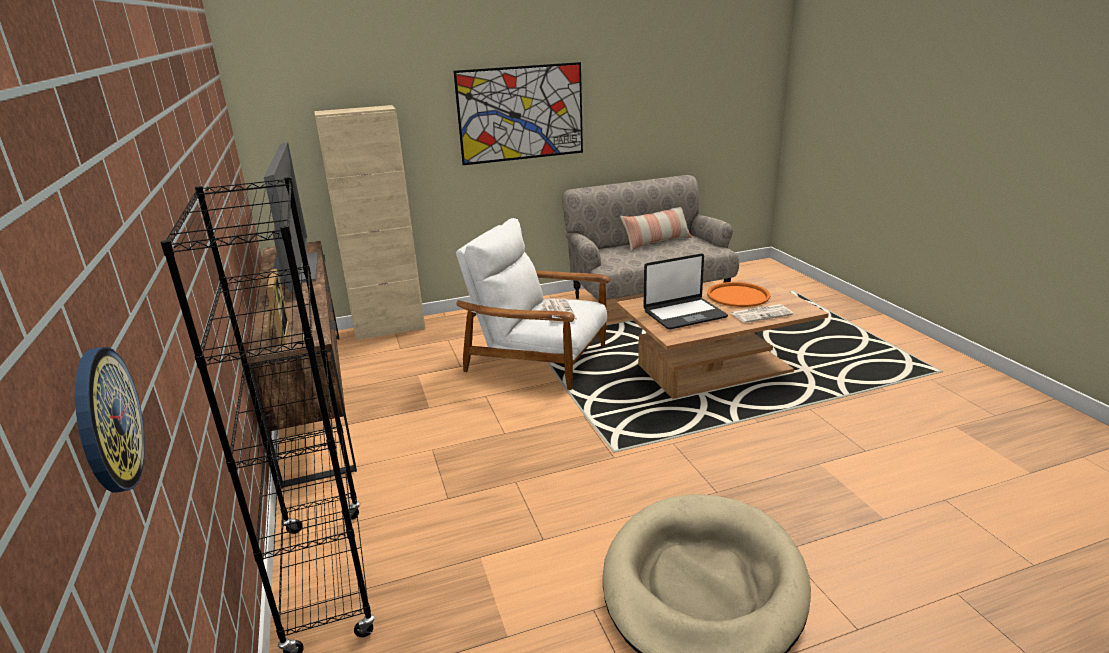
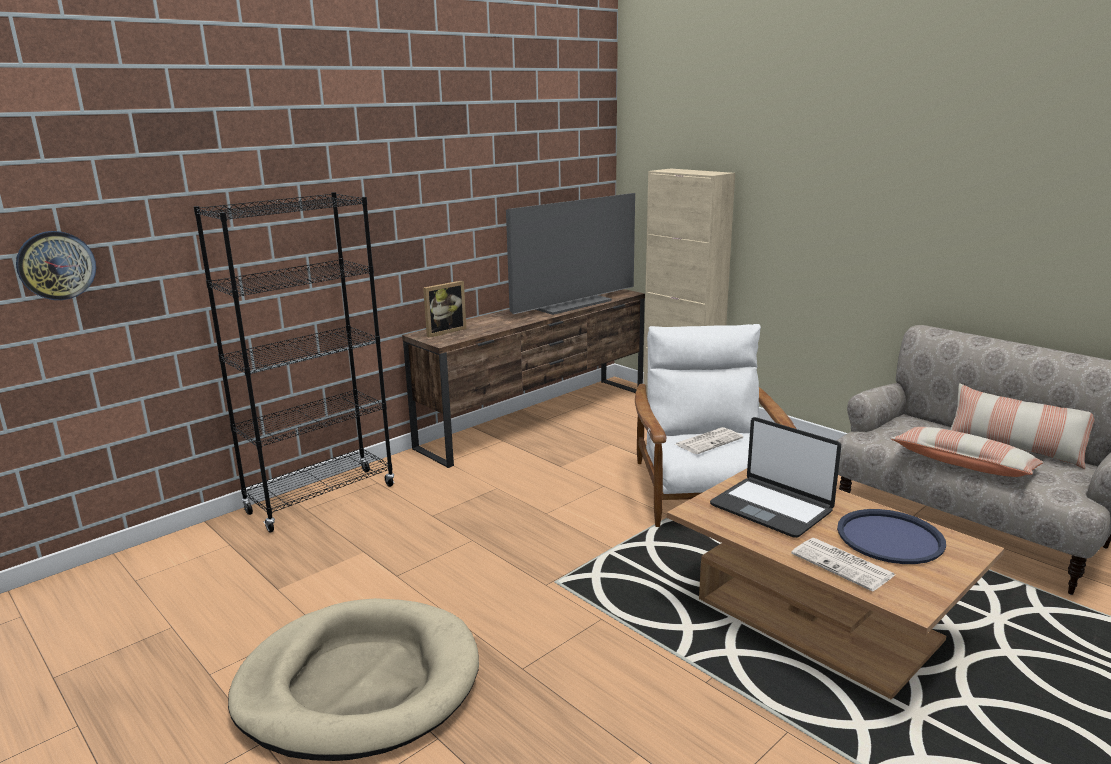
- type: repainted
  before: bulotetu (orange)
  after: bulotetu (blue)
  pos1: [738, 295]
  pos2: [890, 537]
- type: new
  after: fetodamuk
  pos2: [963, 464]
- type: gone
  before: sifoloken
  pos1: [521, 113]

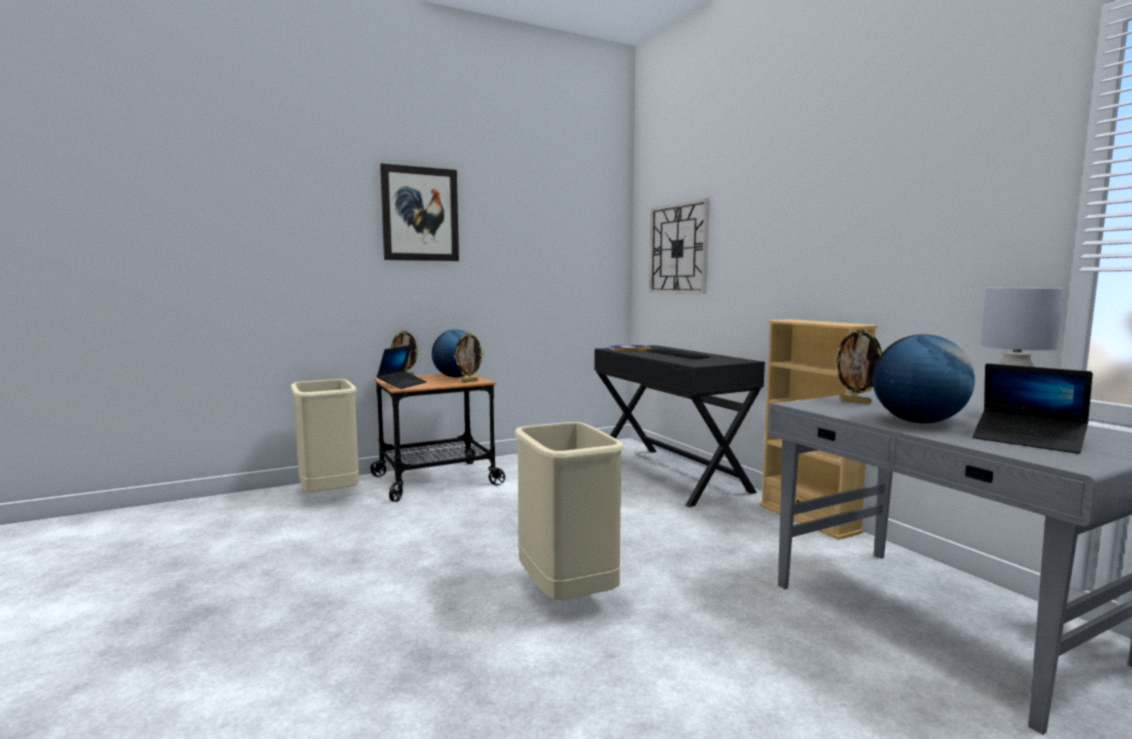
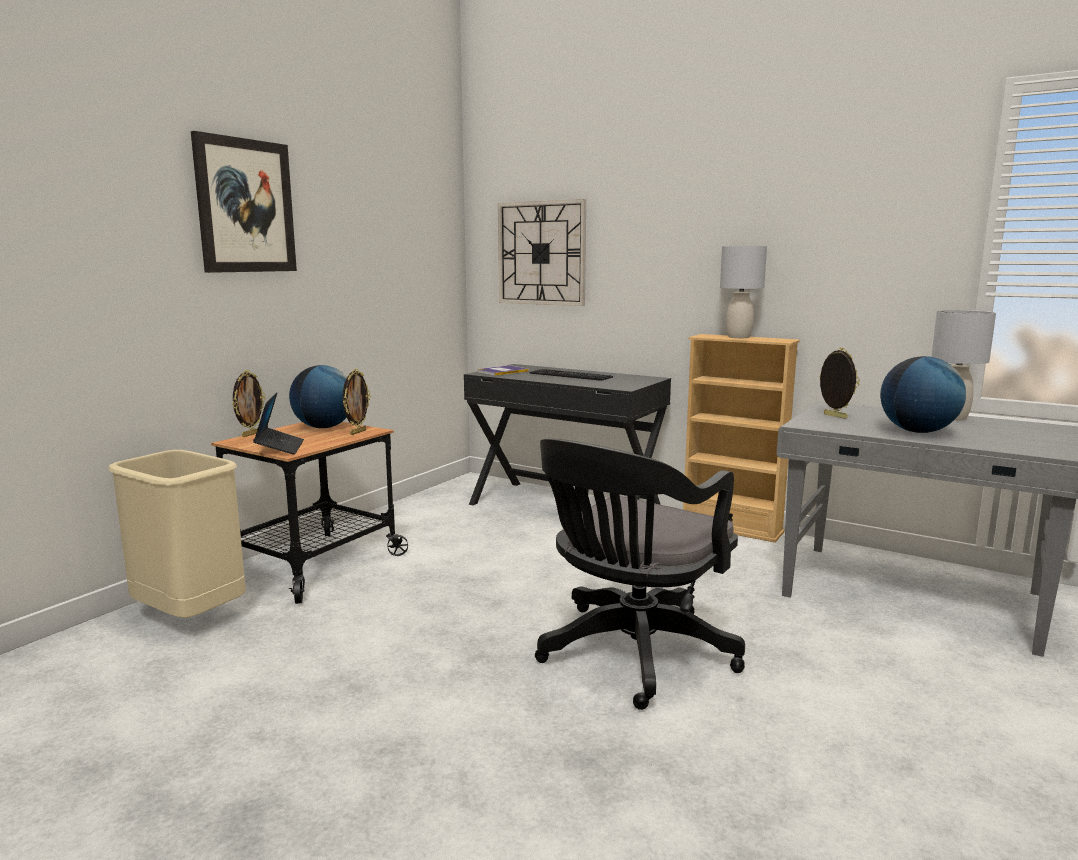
- type: swapped
  before: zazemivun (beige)
  after: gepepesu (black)
  pos1: [565, 595]
  pos2: [631, 655]
- type: new
  after: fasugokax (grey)
  pos2: [738, 337]
- type: rotated
  before: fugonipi
  pos1: [856, 402]
  pos2: [834, 416]
  turn: -135
- type: gone
  before: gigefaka
  pos1: [1028, 440]

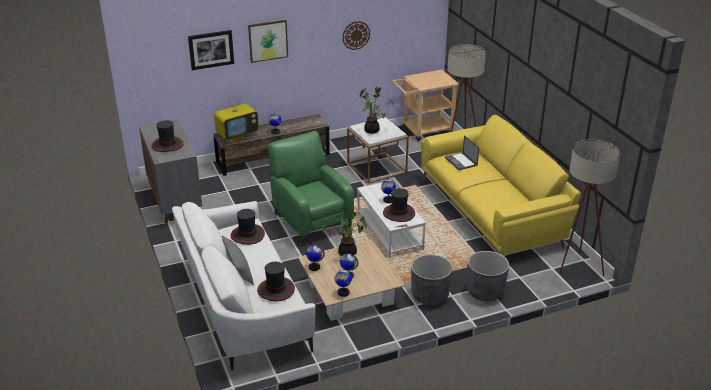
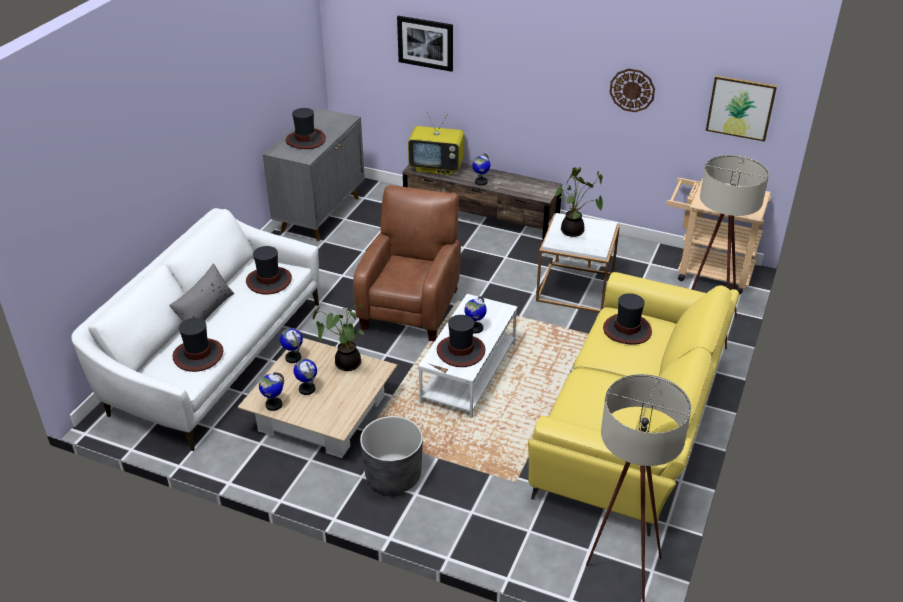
- type: repainted
  before: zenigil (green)
  after: zenigil (brown)
  pos1: [310, 219]
  pos2: [412, 306]
- type: swapped
  before: gigefaka
  after: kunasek
  pos1: [461, 161]
  pos2: [627, 330]
- type: shifted
  before: sifoloken
  pos1: [268, 40]
  pos2: [740, 107]
- type: gone
  before: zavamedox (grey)
  pos1: [485, 291]

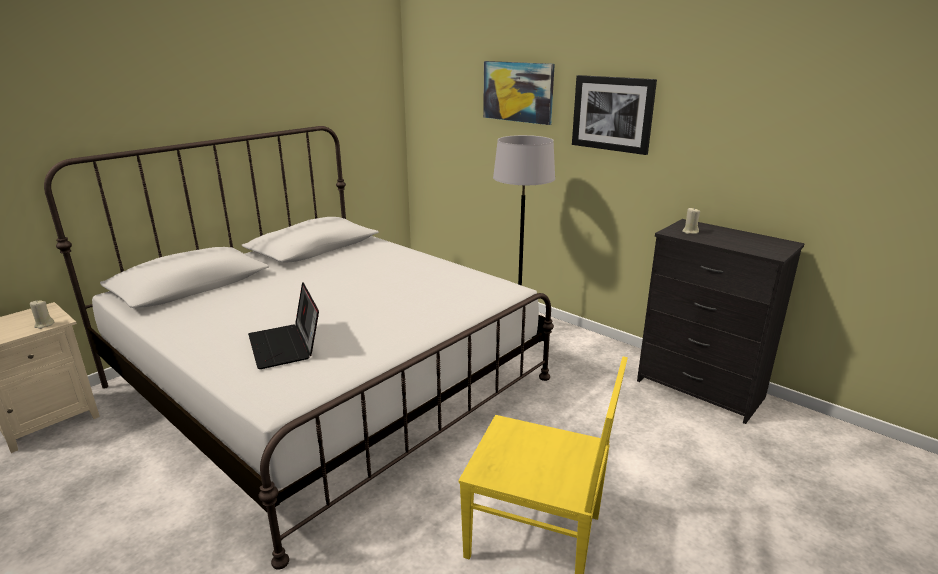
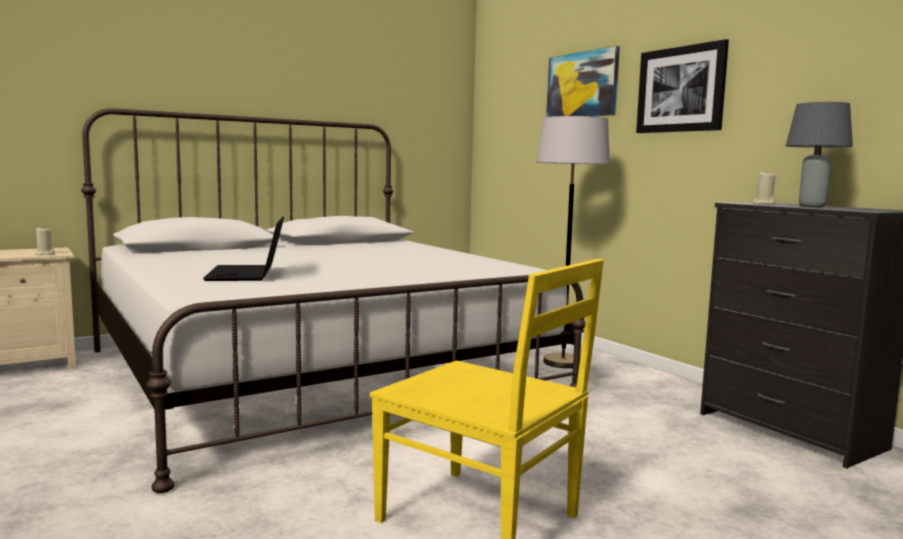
- type: new
  after: fasugokax (grey)
  pos2: [812, 206]

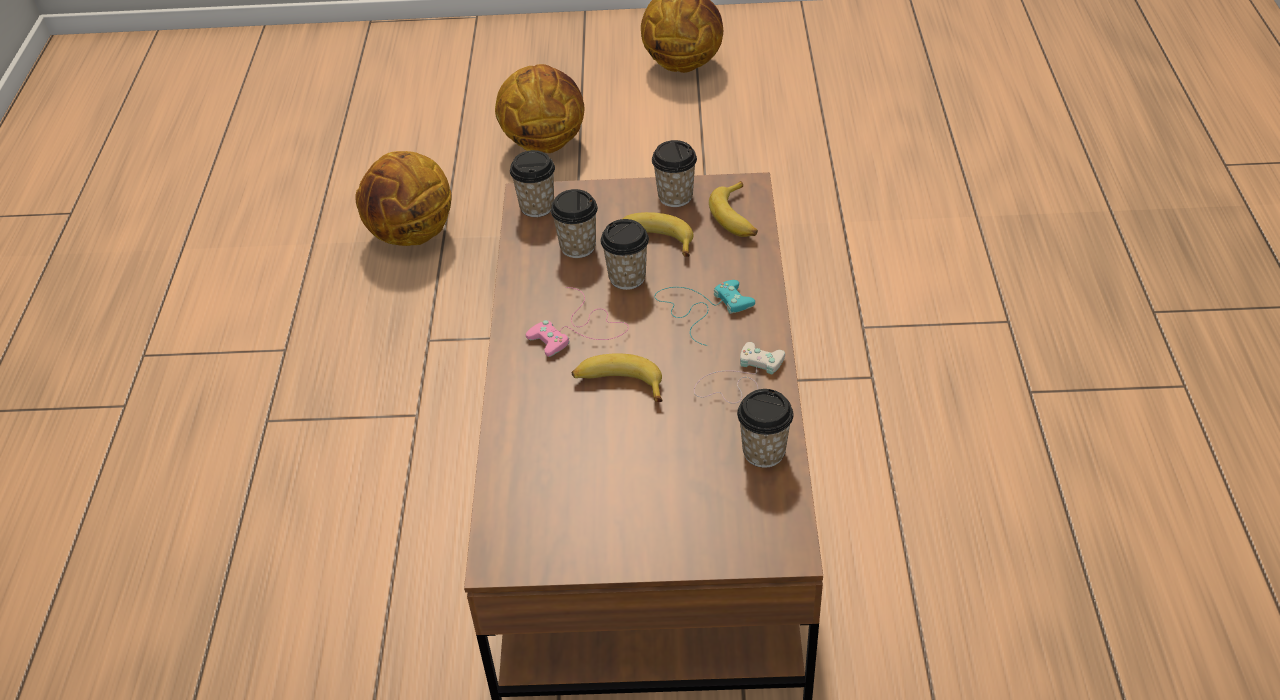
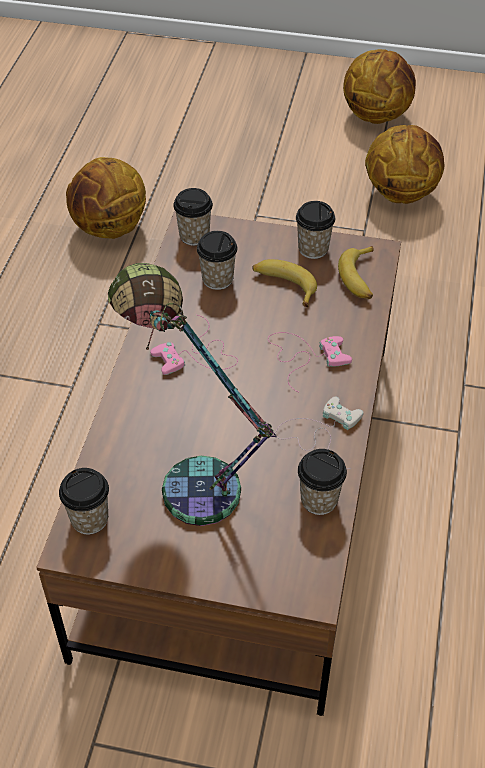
- type: shifted
  before: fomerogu
  pos1: [627, 278]
  pos2: [89, 519]
- type: new
  after: fasugokax
  pos2: [191, 475]
- type: repainted
  before: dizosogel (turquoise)
  after: dizosogel (pink)
  pos1: [701, 308]
  pos2: [305, 356]
- type: shifted
  before: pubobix
  pos1: [544, 143]
  pos2: [401, 193]
- type: gone
  before: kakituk
  pos1: [618, 384]

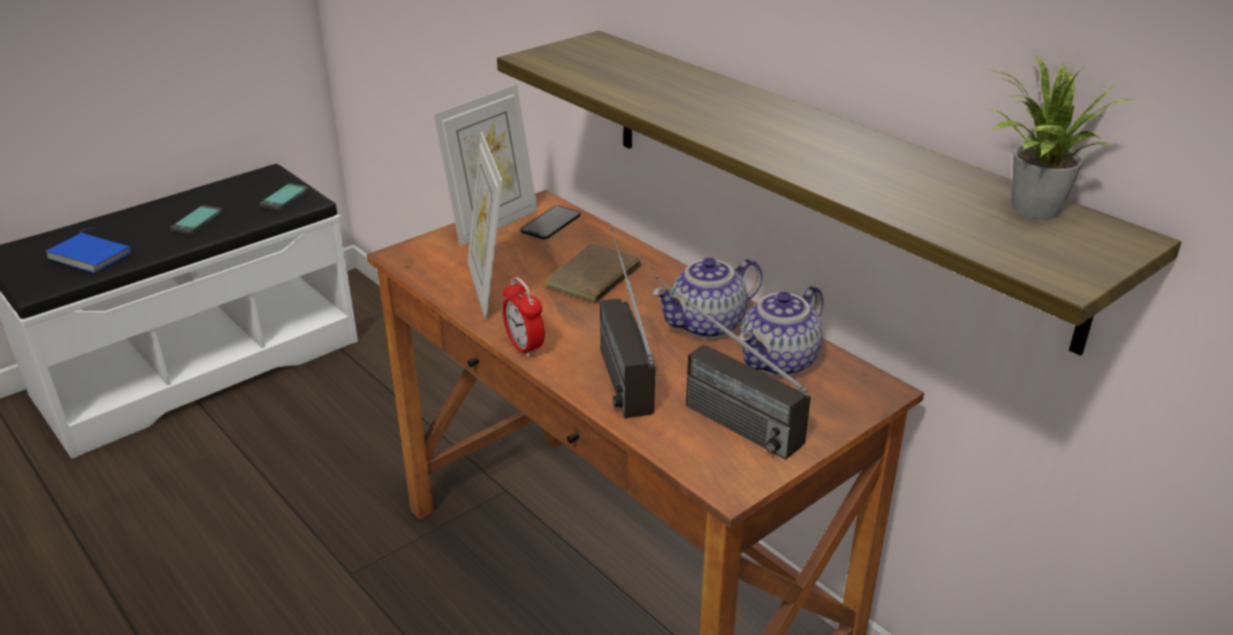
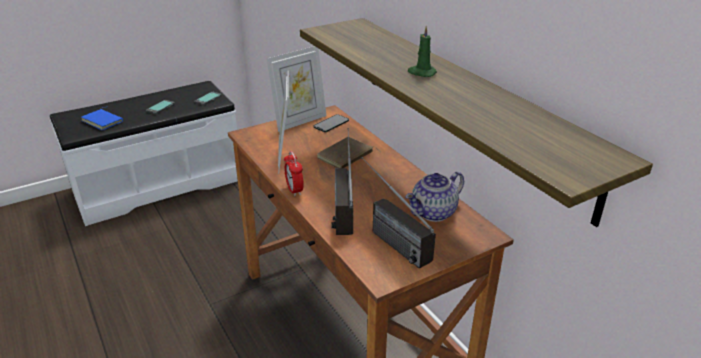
- type: new
  after: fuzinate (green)
  pos2: [421, 73]
- type: gone
  before: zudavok
  pos1: [707, 326]
- type: gone
  before: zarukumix
  pos1: [1029, 208]

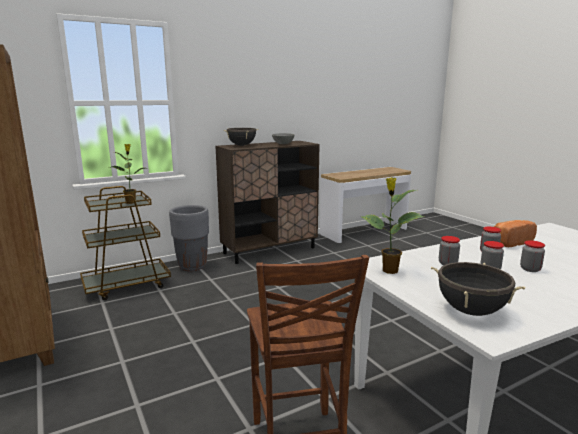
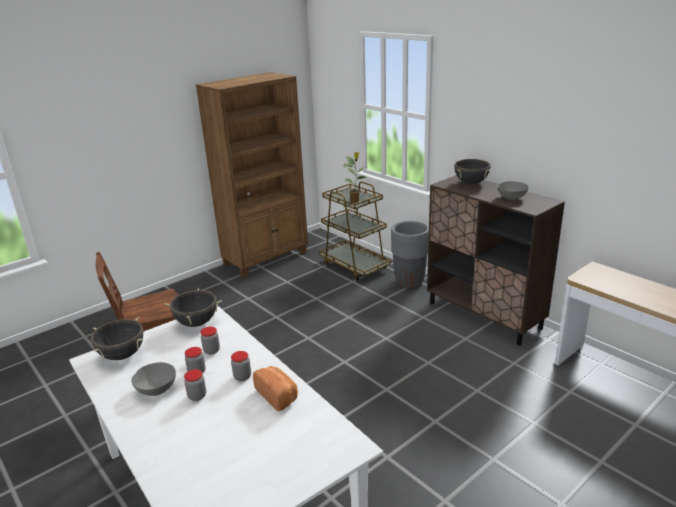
- type: new
  after: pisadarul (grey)
  pos2: [156, 389]
- type: swapped
  before: zarukumix
  after: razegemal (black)
  pos1: [389, 271]
  pos2: [196, 323]

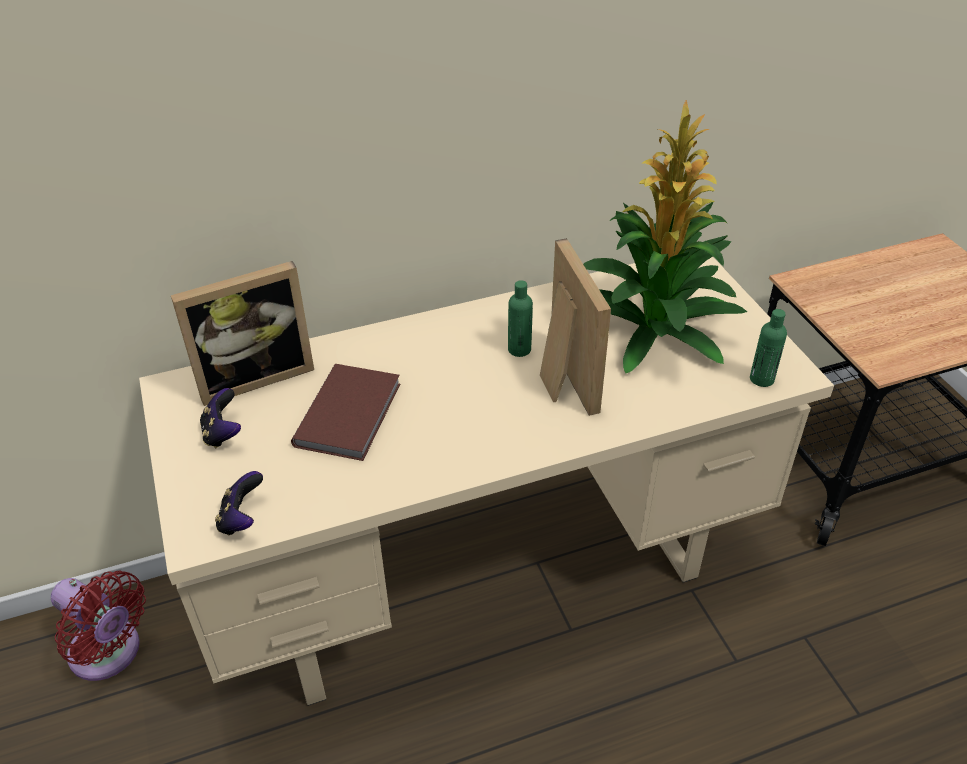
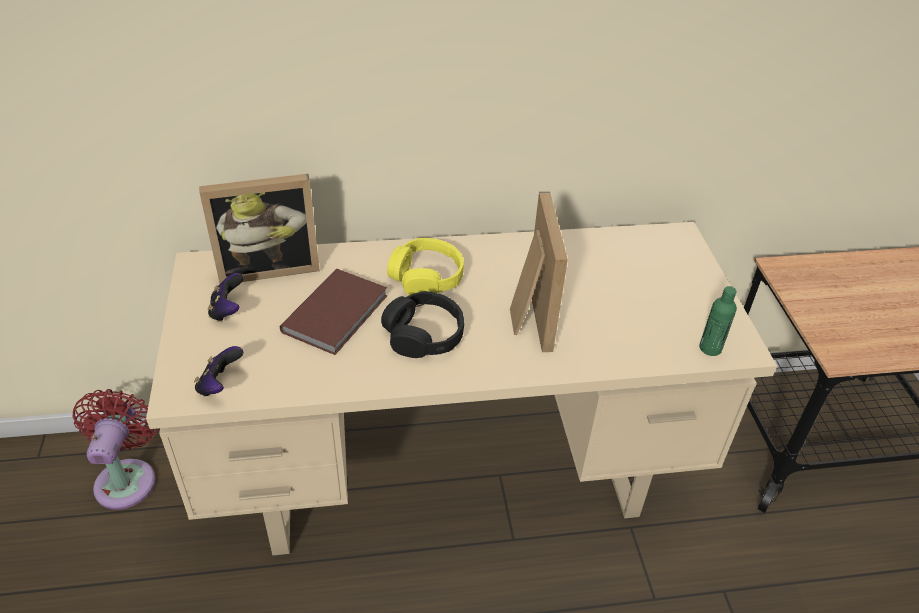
- type: rotated
  before: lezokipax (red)
  pos1: [109, 654]
  pos2: [127, 478]
  turn: -135
- type: new
  after: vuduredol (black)
  pos2: [424, 334]
- type: new
  after: vuduredol (yellow)
  pos2: [426, 277]
- type: gone
  before: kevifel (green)
  pos1: [519, 349]
- type: gone
  before: zarukumix
  pos1: [657, 330]

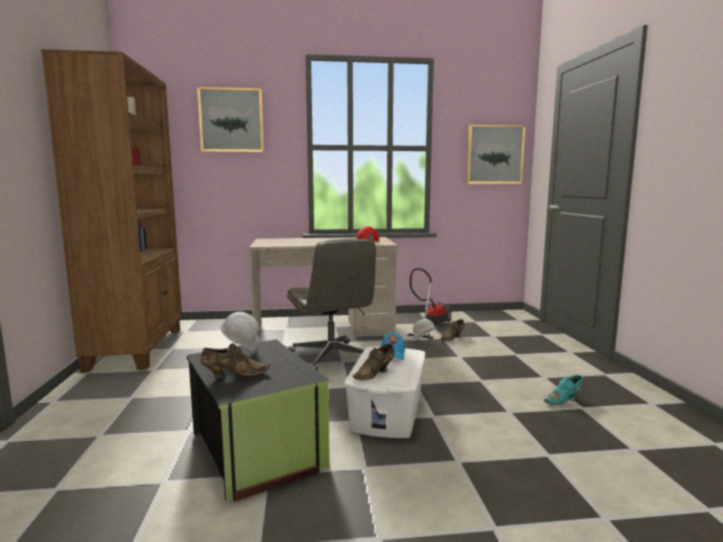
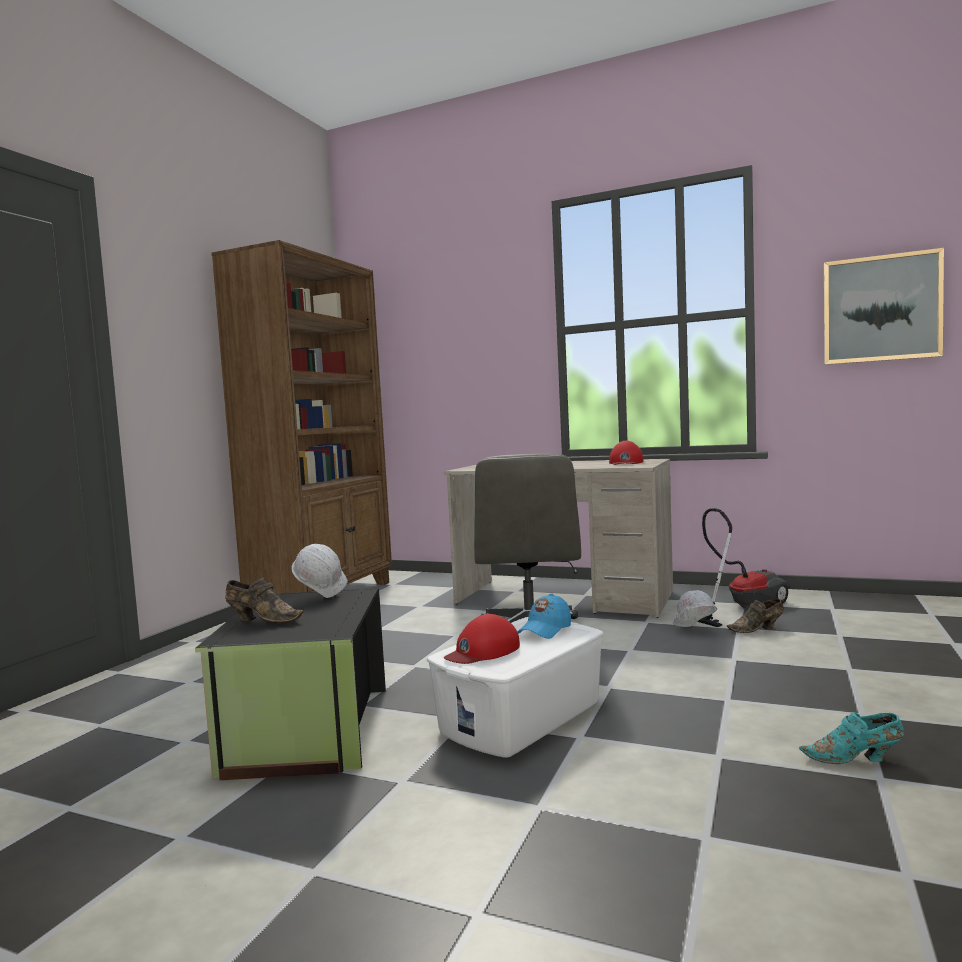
- type: swapped
  before: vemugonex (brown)
  after: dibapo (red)
  pos1: [375, 374]
  pos2: [482, 651]
- type: gone
  before: sifoloken
  pos1: [231, 120]

